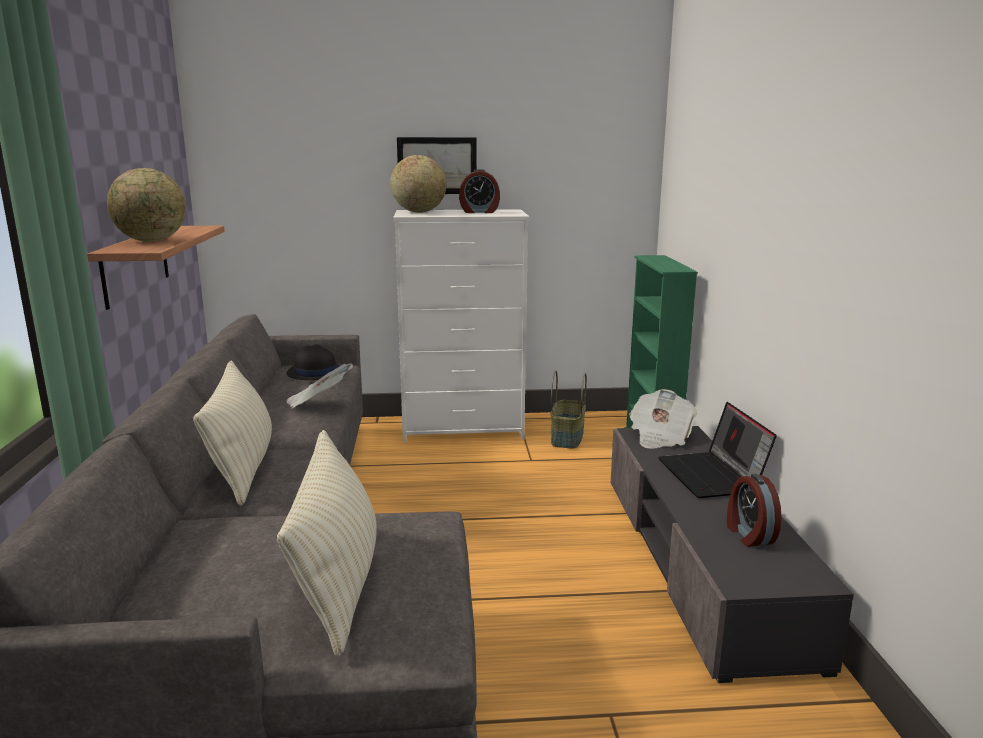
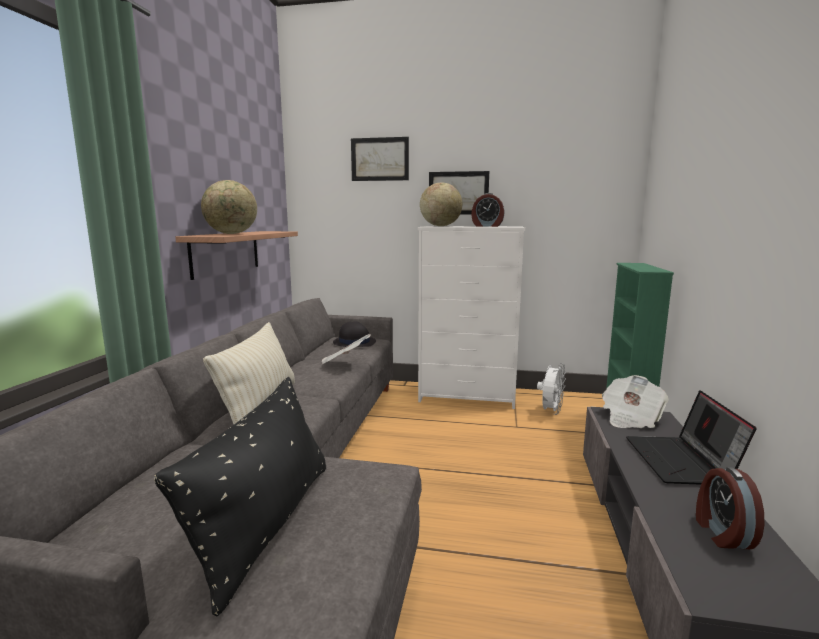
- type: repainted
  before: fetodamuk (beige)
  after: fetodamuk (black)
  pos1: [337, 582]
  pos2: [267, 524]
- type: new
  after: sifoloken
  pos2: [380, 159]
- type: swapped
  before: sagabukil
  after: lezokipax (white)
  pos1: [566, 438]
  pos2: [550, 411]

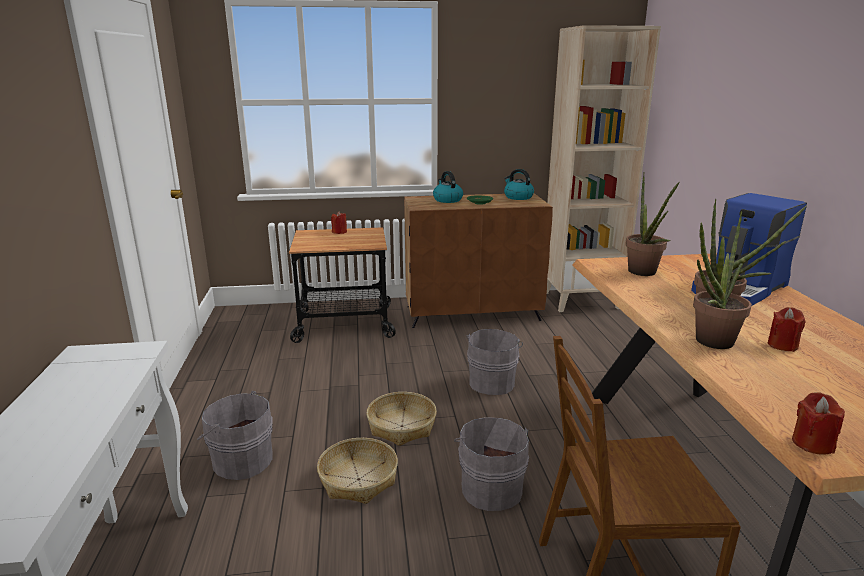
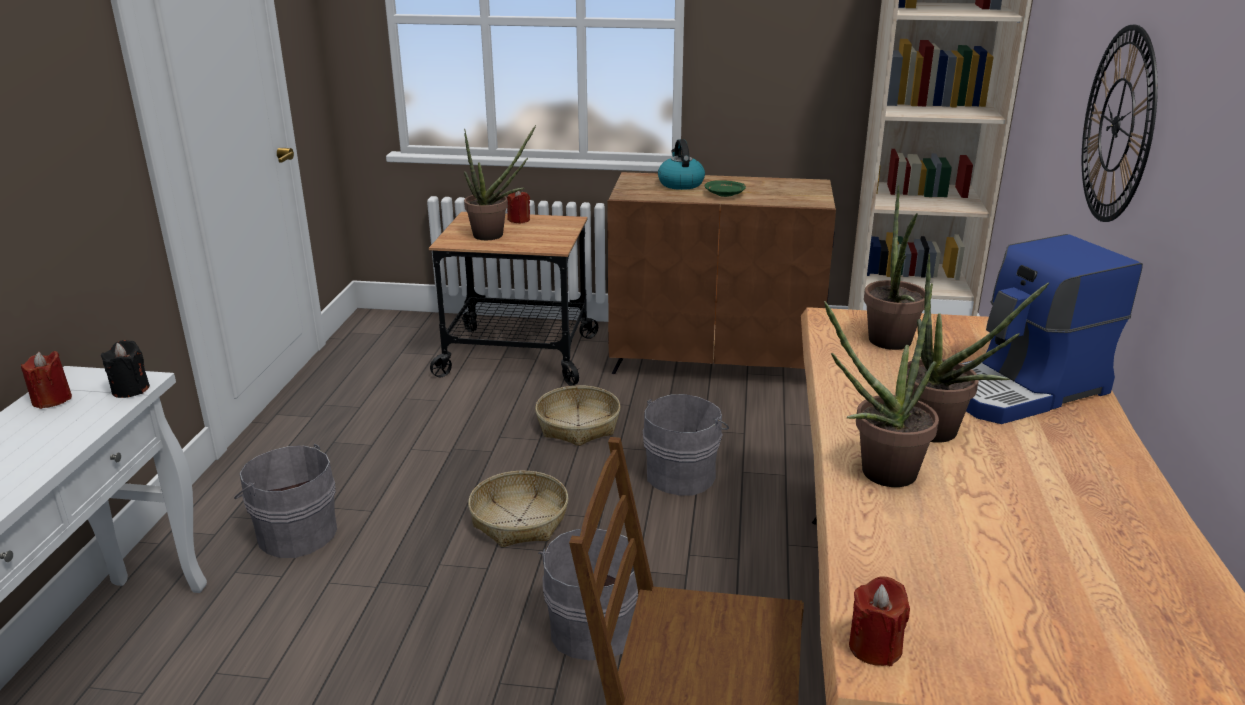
- type: shifted
  before: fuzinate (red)
  pos1: [782, 345]
  pos2: [52, 400]
- type: new
  after: fuzinate (black)
  pos2: [130, 389]
- type: new
  after: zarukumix
  pos2: [495, 235]
- type: shifted
  before: sagabukil
  pos1: [358, 479]
  pos2: [578, 425]
- type: new
  after: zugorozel
  pos2: [1117, 125]
- type: gone
  before: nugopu
  pos1: [518, 197]

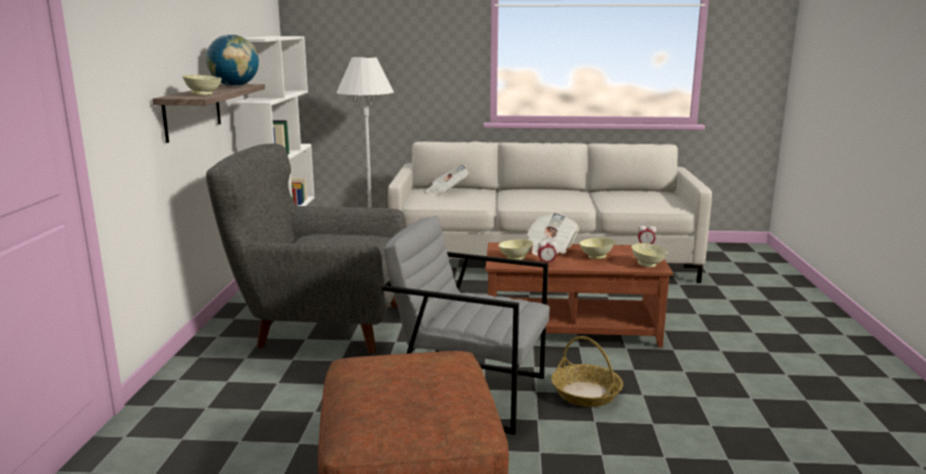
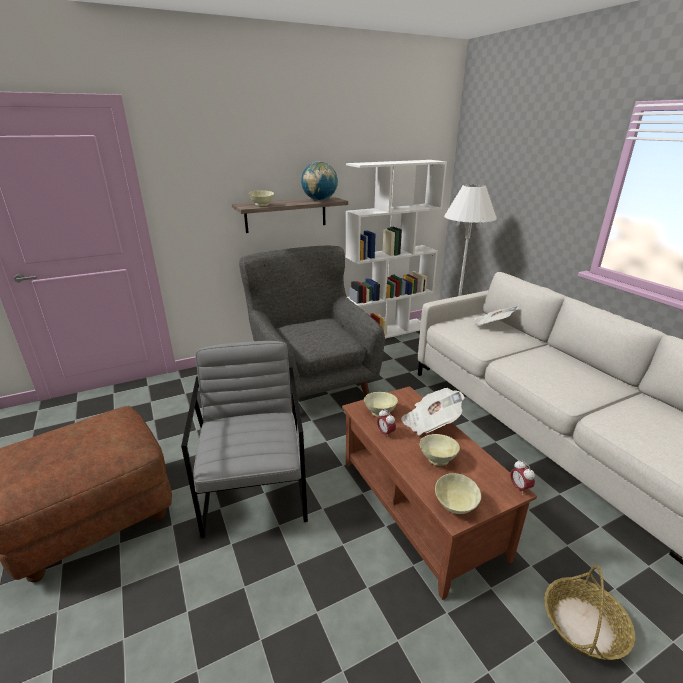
- type: shifted
  before: sagabukil
  pos1: [586, 393]
  pos2: [584, 625]

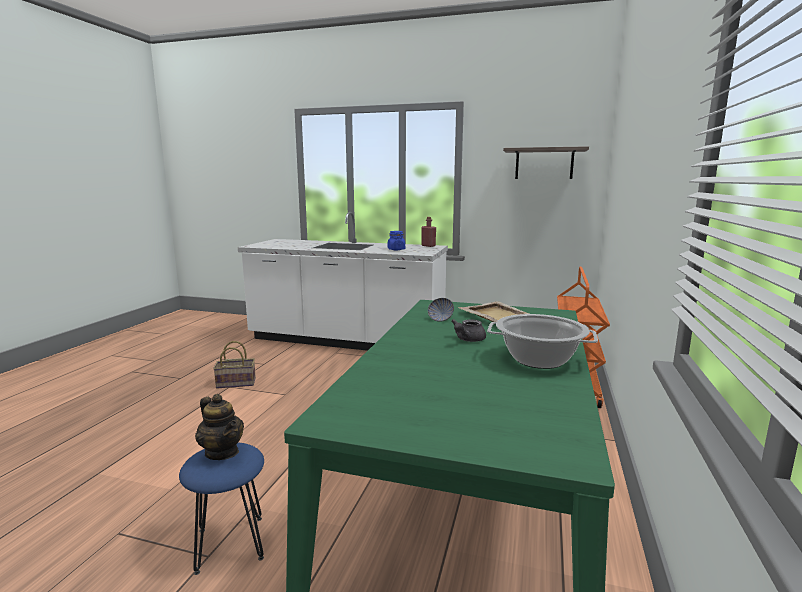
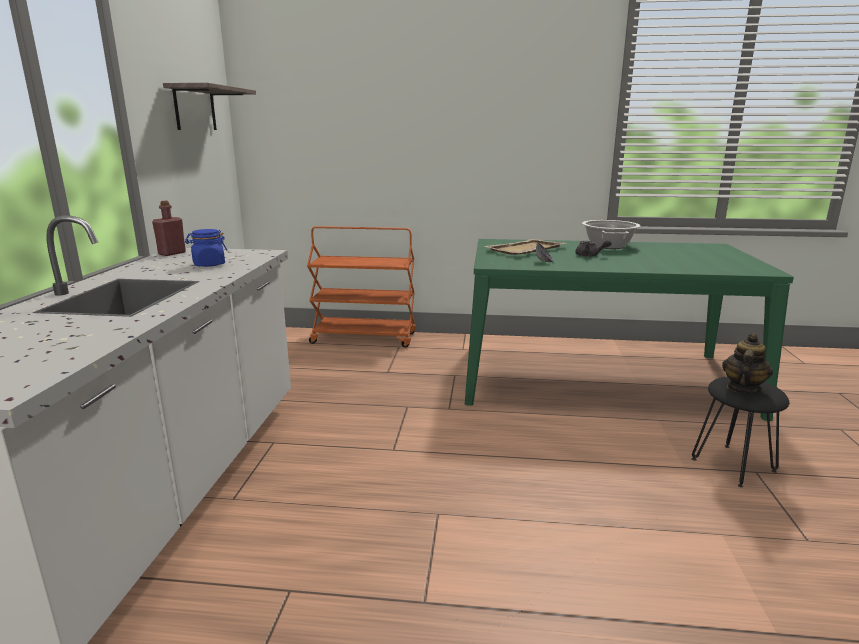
- type: repainted
  before: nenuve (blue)
  after: nenuve (black)
  pos1: [230, 543]
  pos2: [732, 465]
- type: gone
  before: sagabukil
  pos1: [237, 383]

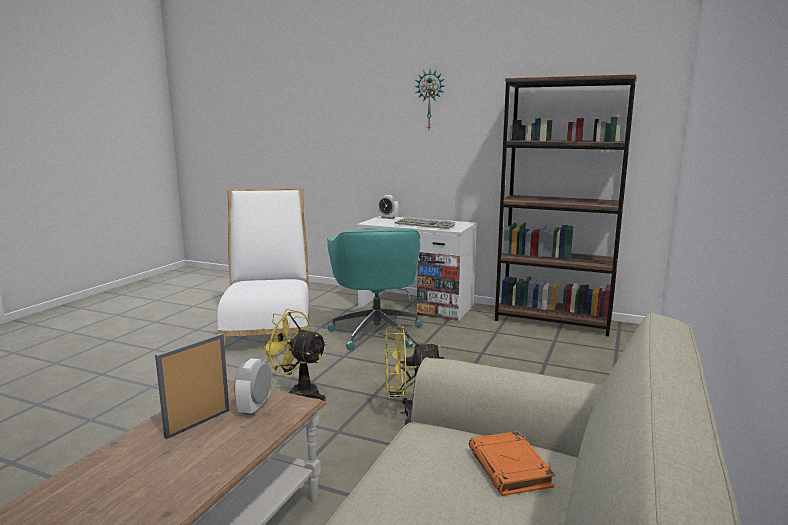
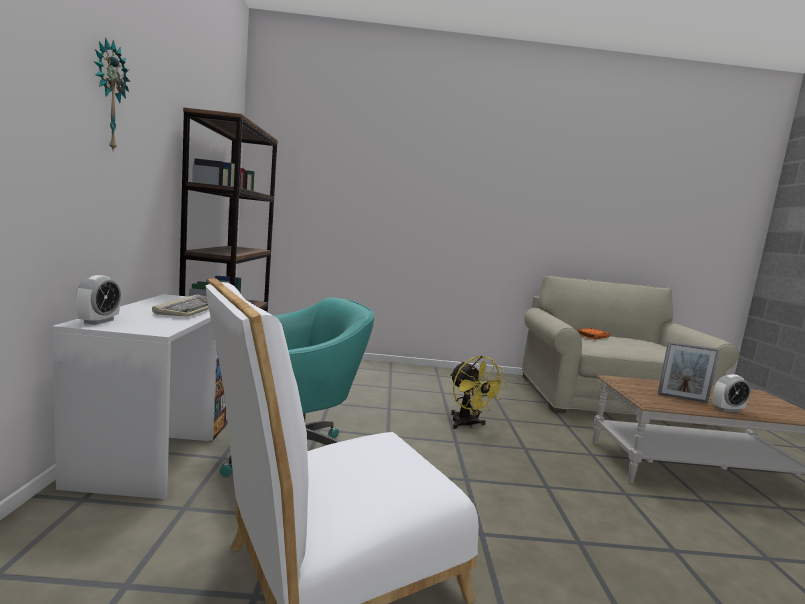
- type: shifted
  before: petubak
  pos1: [255, 408]
  pos2: [727, 409]
- type: gone
  before: lezokipax (yellow)
  pos1: [298, 392]

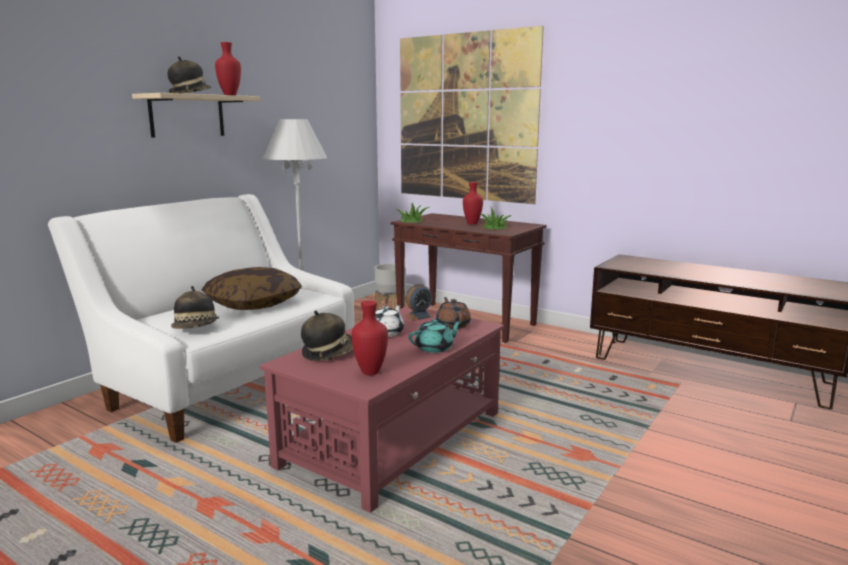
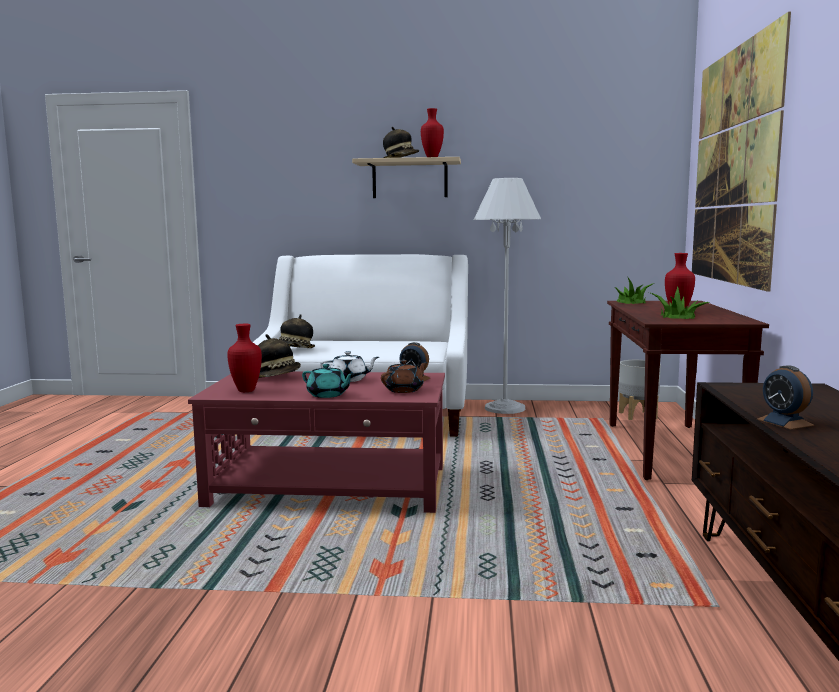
- type: new
  after: petubak
  pos2: [785, 422]
- type: gone
  before: fetodamuk
  pos1: [253, 303]

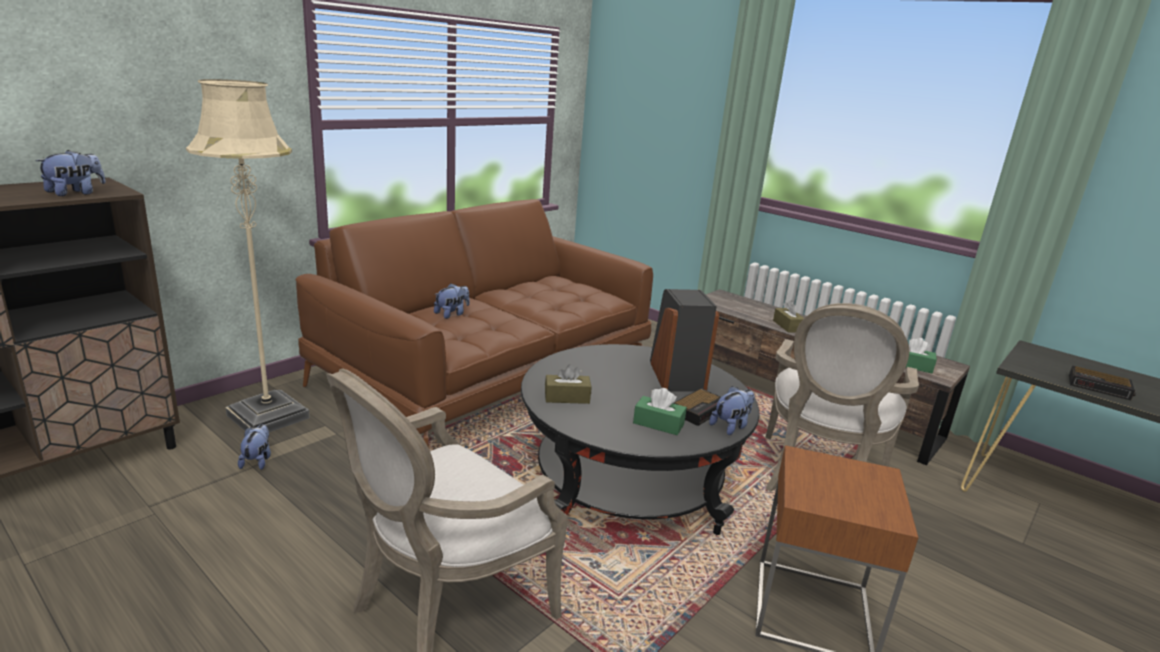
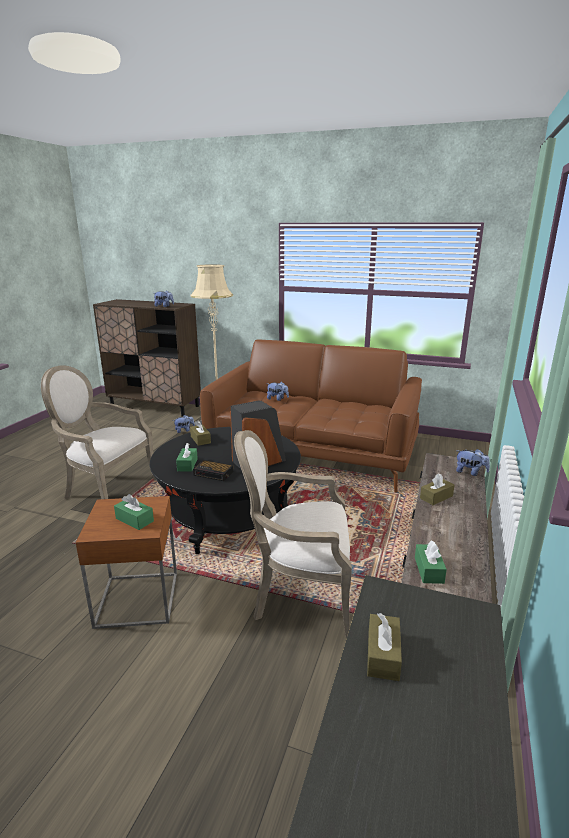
- type: new
  after: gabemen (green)
  pos2: [134, 520]
- type: swapped
  before: petubak
  after: gabemen (brown)
  pos1: [1100, 387]
  pos2: [383, 655]
- type: shifted
  before: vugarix
  pos1: [731, 426]
  pos2: [470, 472]

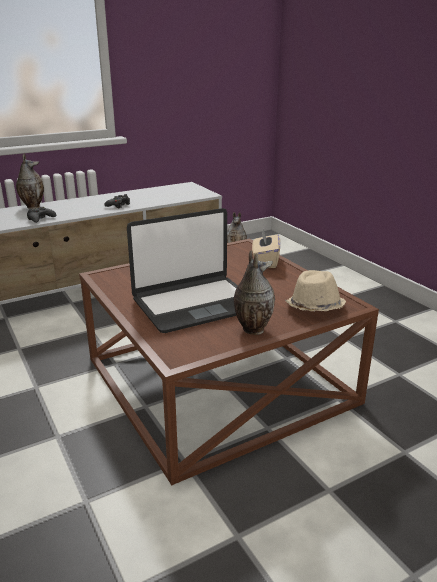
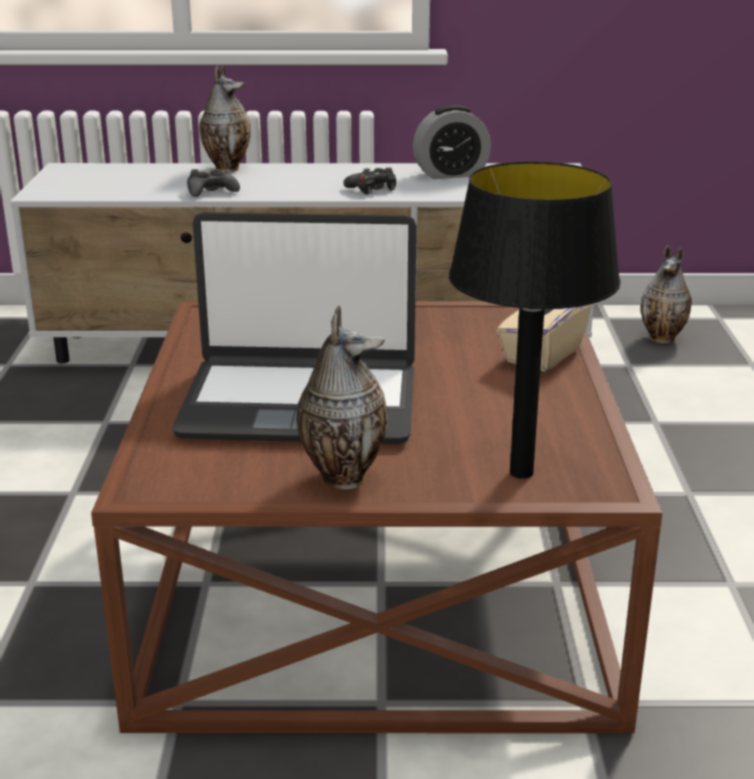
- type: new
  after: petubak
  pos2: [450, 174]
- type: swapped
  before: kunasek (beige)
  after: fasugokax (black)
  pos1: [314, 308]
  pos2: [520, 472]

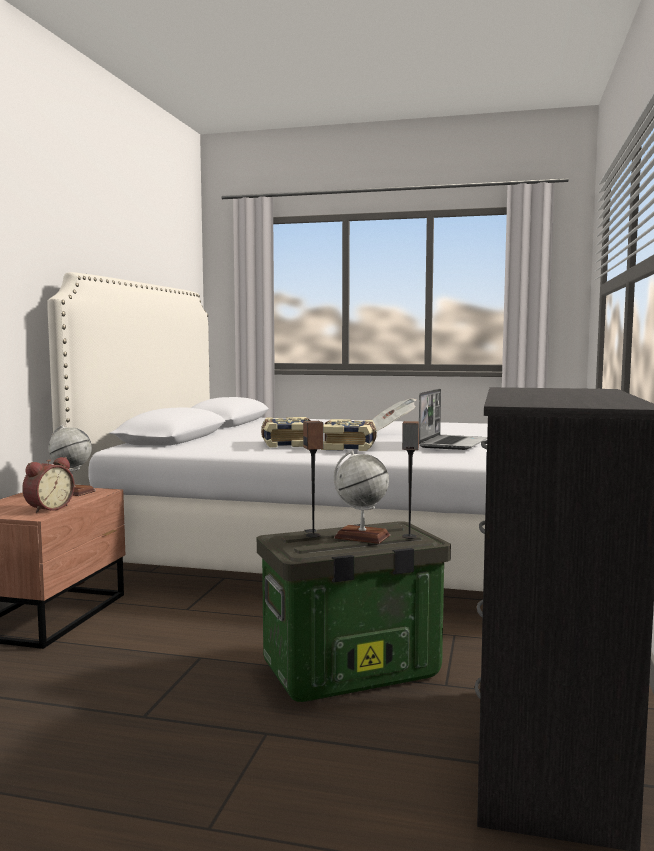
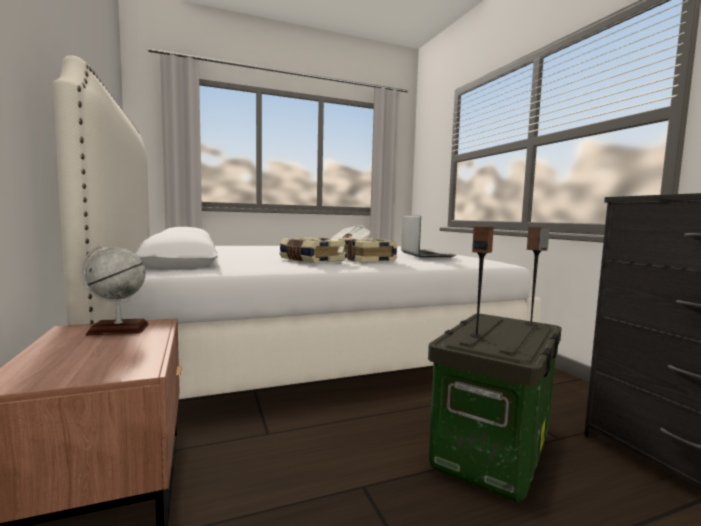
- type: gone
  before: petubak
  pos1: [48, 508]
- type: gone
  before: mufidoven
  pos1: [362, 536]

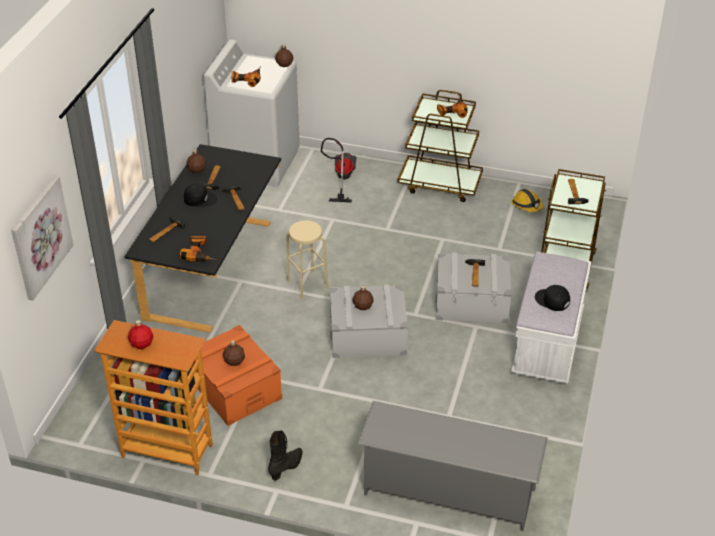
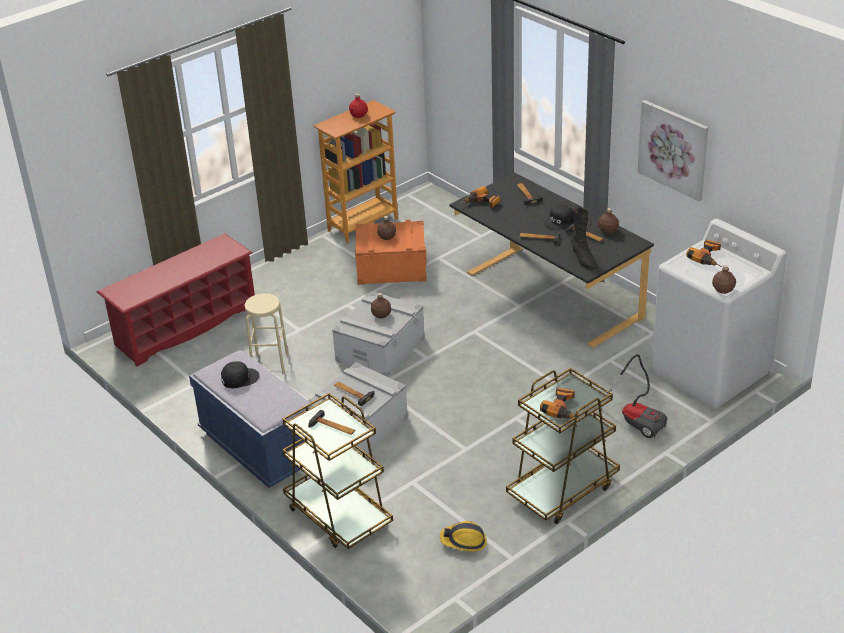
- type: repainted
  before: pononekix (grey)
  after: pononekix (red)
  pos1: [448, 492]
  pos2: [185, 326]
- type: repainted
  before: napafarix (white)
  after: napafarix (blue)
  pos1: [548, 343]
  pos2: [258, 448]
- type: shifted
  before: nenuve (beige)
  pos1: [307, 284]
  pos2: [270, 363]
- type: shifted
  before: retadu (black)
  pos1: [286, 467]
  pos2: [583, 260]
- type: shifted
  before: sifoloken
  pos1: [40, 237]
  pos2: [674, 149]

